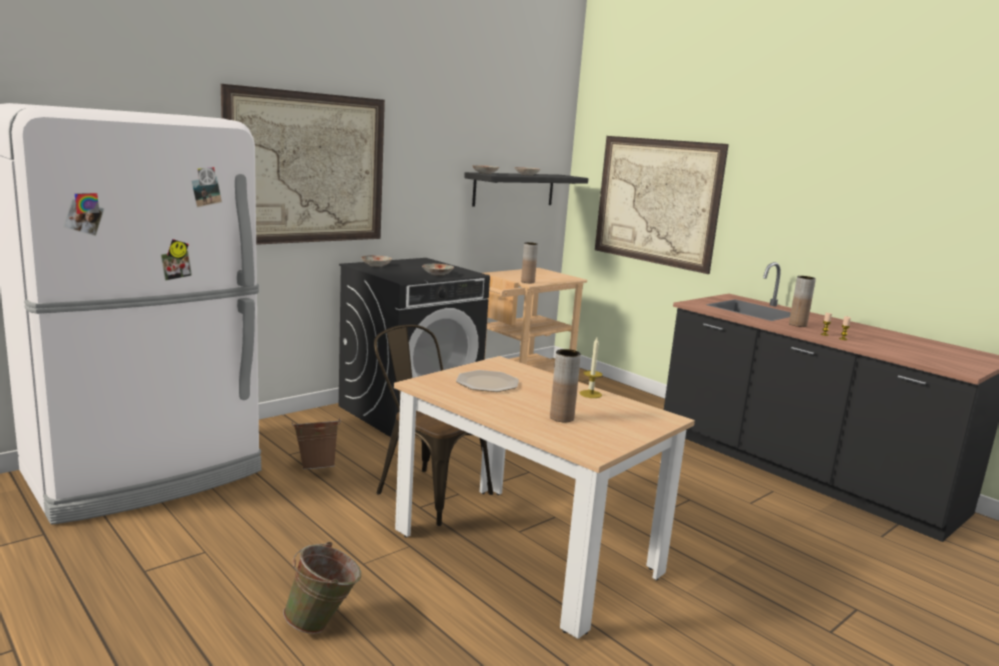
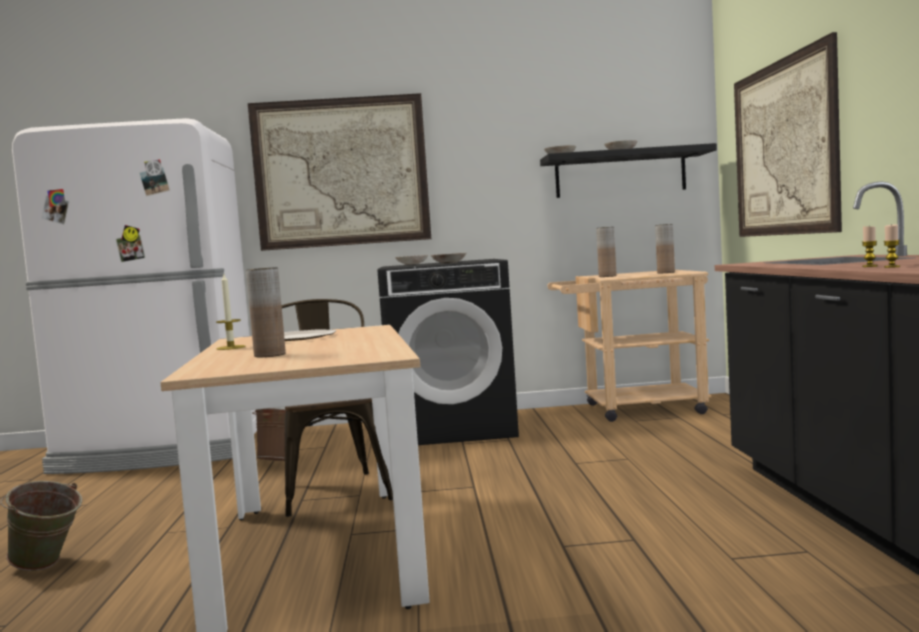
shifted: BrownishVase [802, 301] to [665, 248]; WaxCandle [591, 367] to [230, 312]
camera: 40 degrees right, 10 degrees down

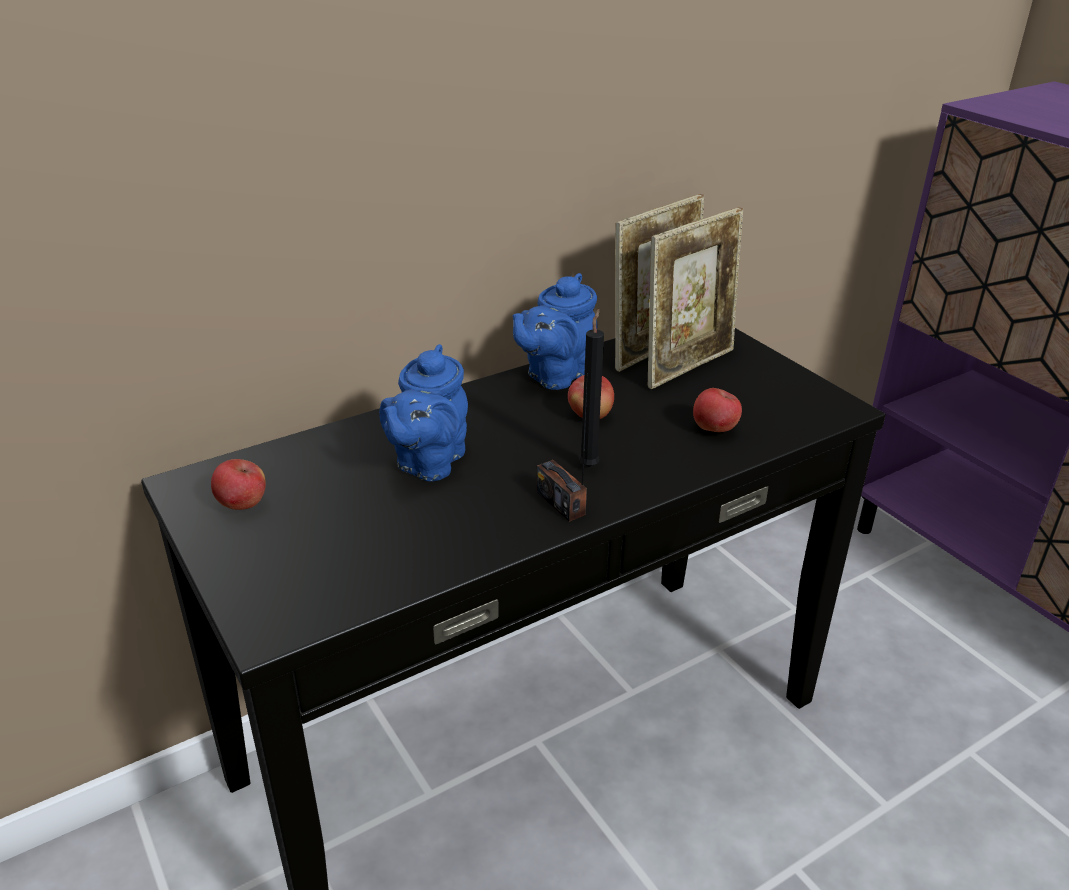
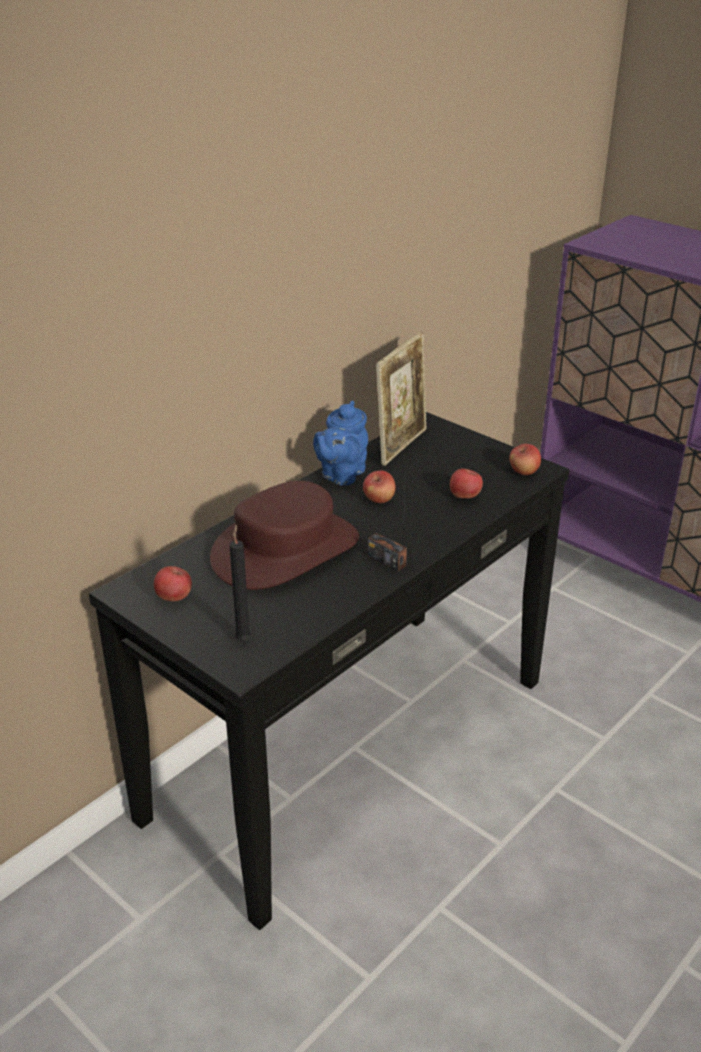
gone: StandingFrame [695, 298]
new: Apple [525, 459]
shifted: BlackWaxCandle [591, 388] to [240, 583]
swapped: BluishTeapot [423, 412] to BrownishClothingHat [284, 535]
camera: 15 degrees left, 0 degrees up

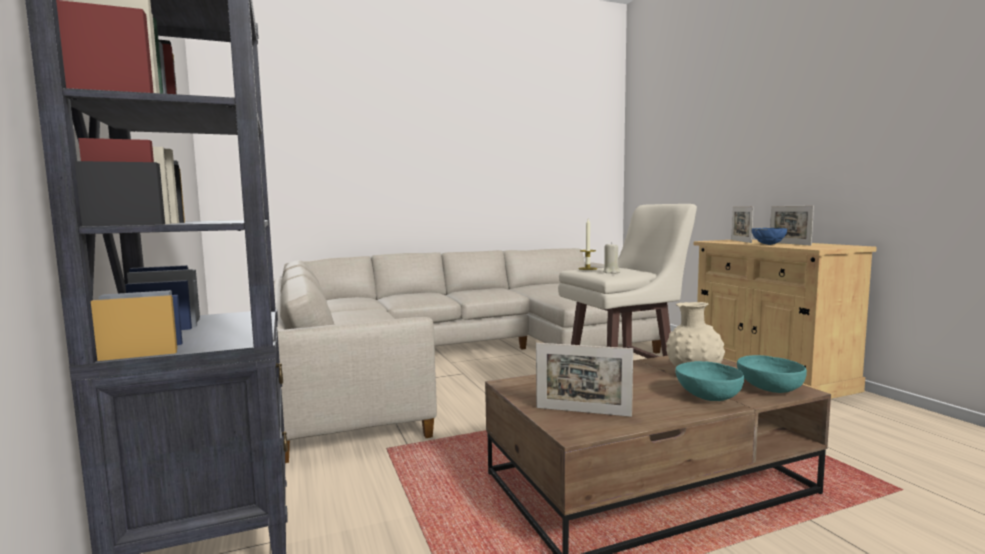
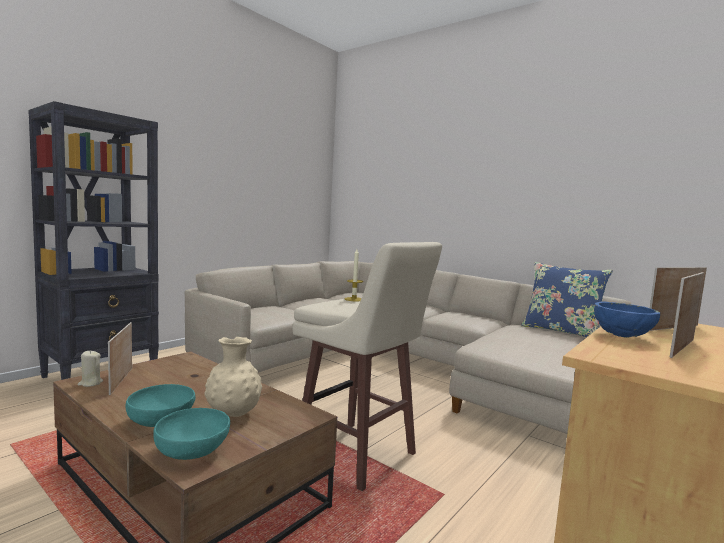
new: BluishCushion [567, 299]
shifted: SandColouredWaxCandle [611, 258] to [90, 368]
camera: 60 degrees right, 0 degrees up

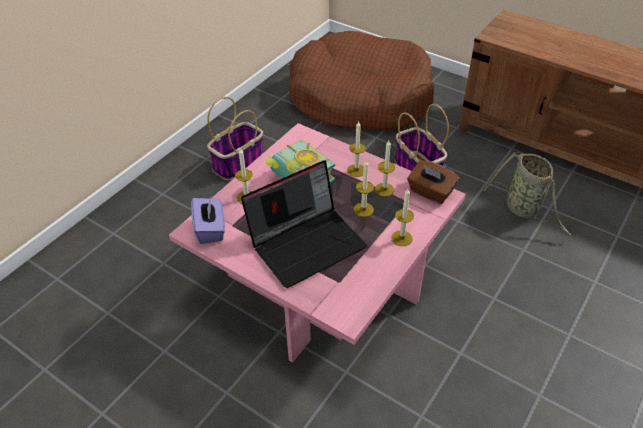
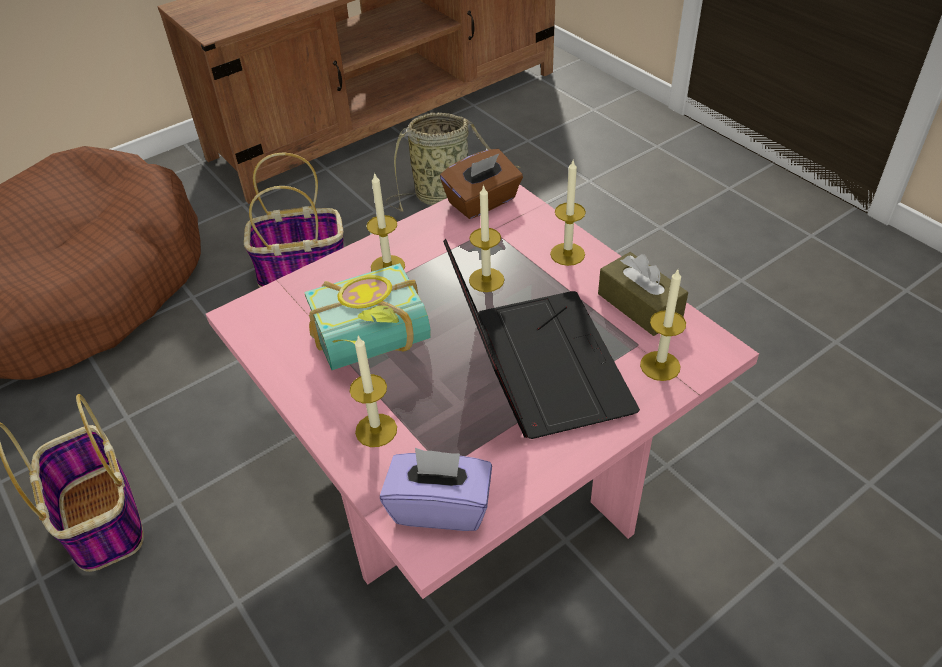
new: BrownishBoxOfTissues [643, 294]
shifted: WaxCandle [385, 168] to [663, 324]
camera: 70 degrees left, 0 degrees up

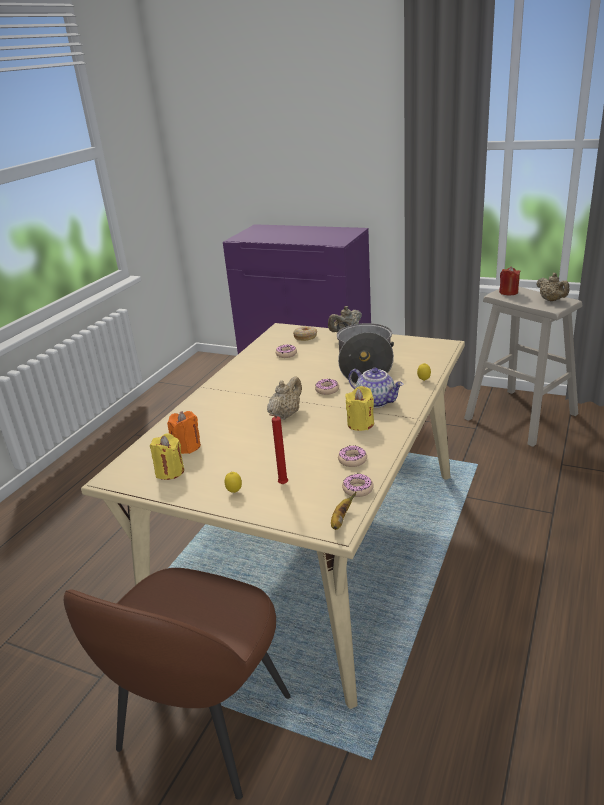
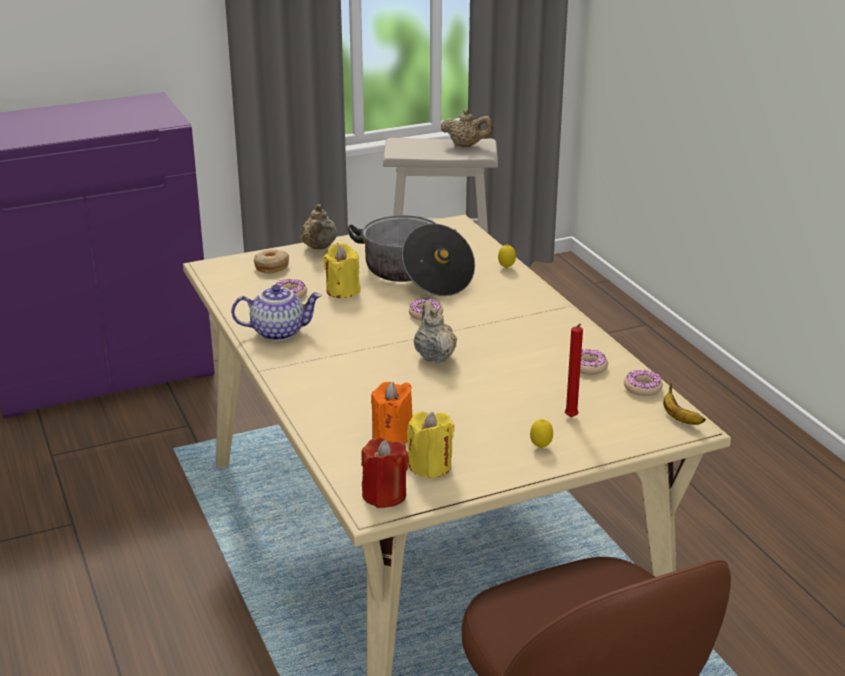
shifted: RedColouredWaxCandle [510, 280] to [385, 473]; Teapot [375, 388] to [276, 313]; YellowishWaxCandle [359, 408] to [341, 270]
camera: 50 degrees left, 0 degrees up

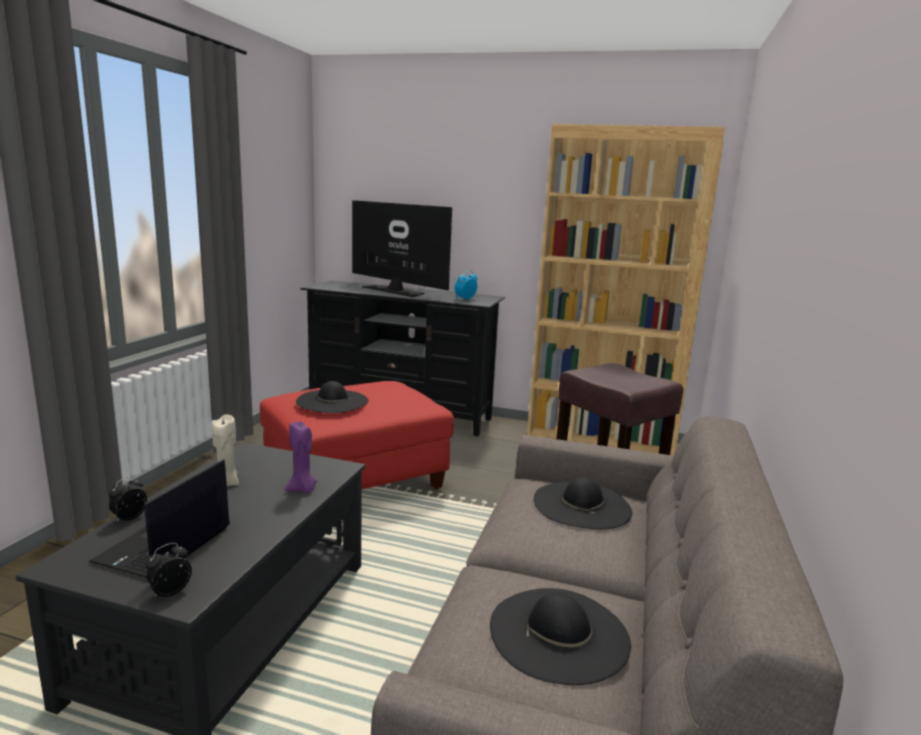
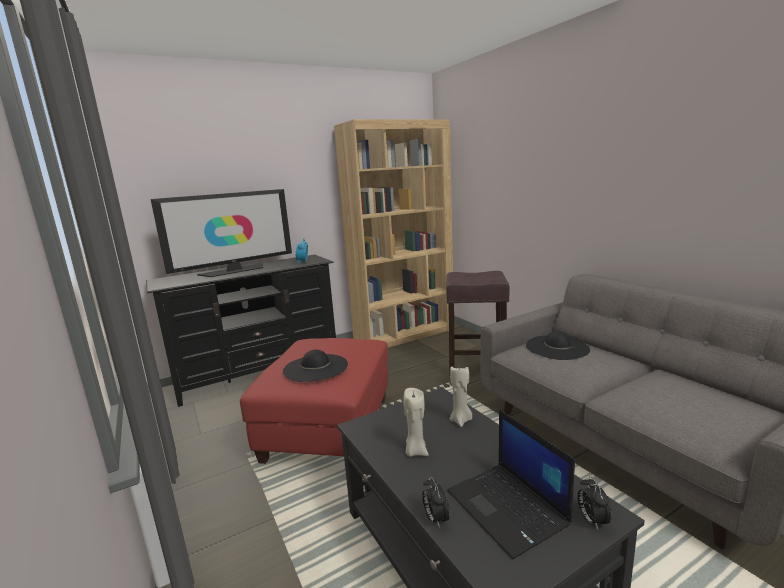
gone: BlackClothingHat [560, 636]
repainted: PurplishWaxCandle [301, 456] to SandColouredWaxCandle [461, 396]
rotated: TvSet [402, 248] = [221, 233] 150 degrees clockwise
camera: 45 degrees left, 0 degrees up

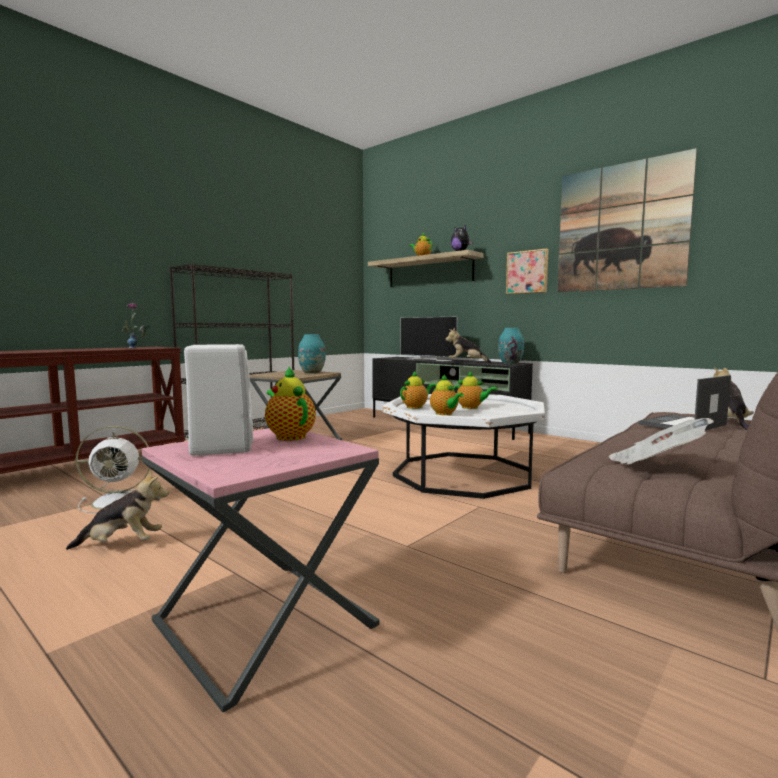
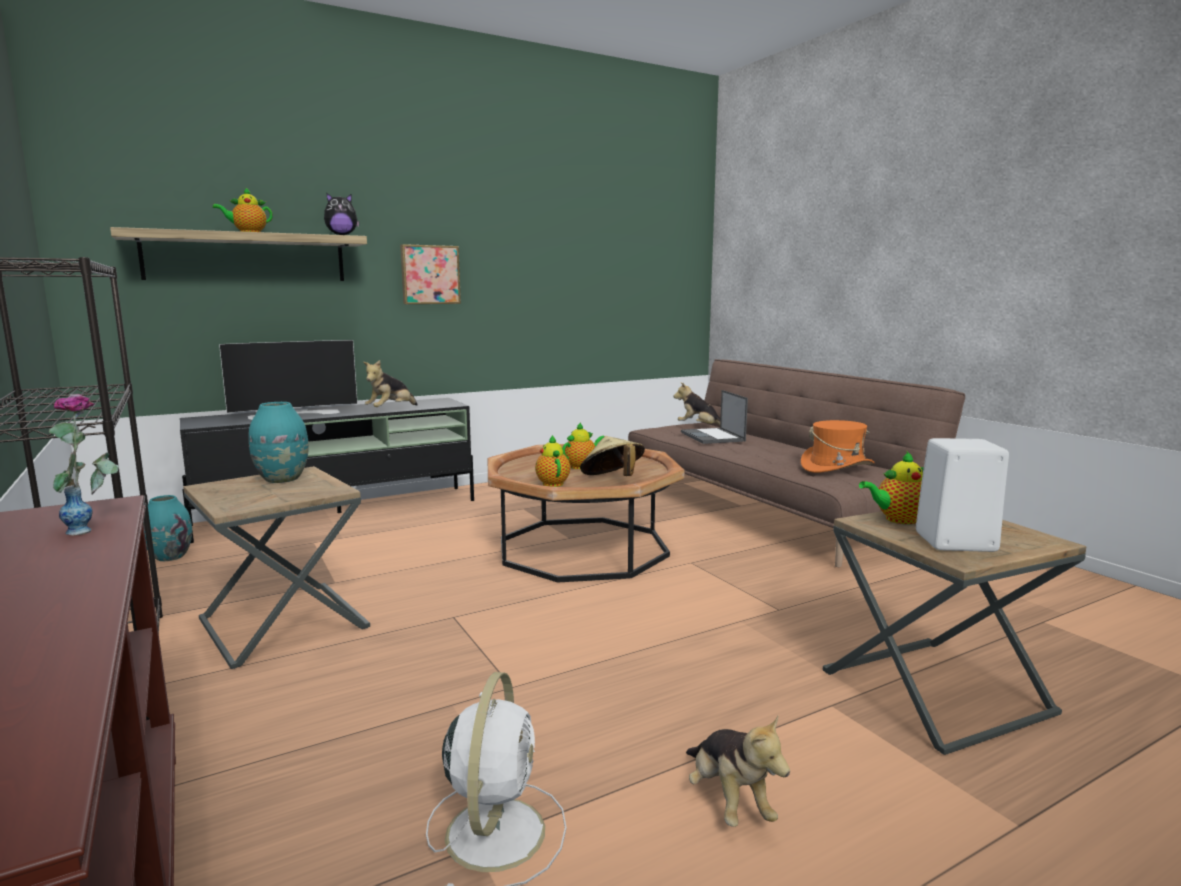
gone: WallArt [627, 220]
shifted: TurquoiseVase [511, 346] to [167, 528]
swapped: Teapot [447, 395] to SandColouredClothingHat [612, 456]; PrintedPaper [661, 441] to OrangeClothingHat [838, 446]
repainted: WhiteColouredLoungeTable [464, 446] to BrownishLoungeTable [586, 513]; PinkColouredSideTable [261, 570] to BrownishSideTable [954, 633]
rotated: SoftToy [117, 510] = [738, 771] 150 degrees clockwise
camera: 70 degrees left, 5 degrees up

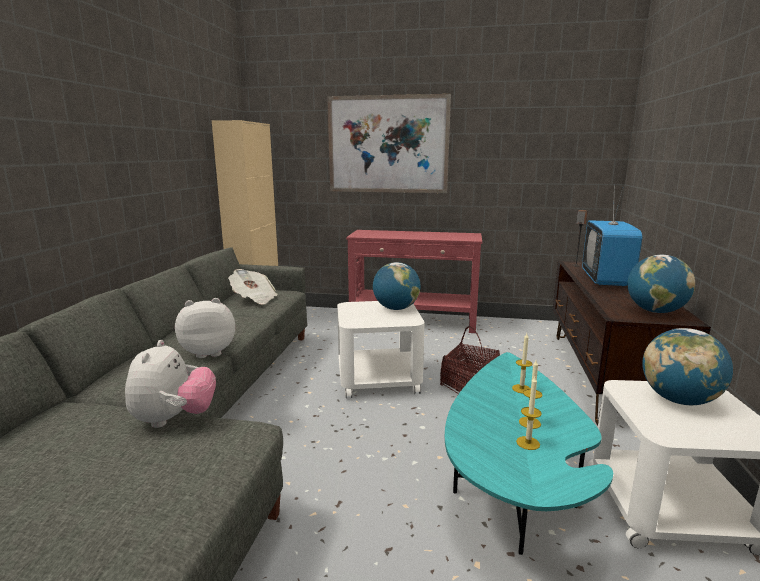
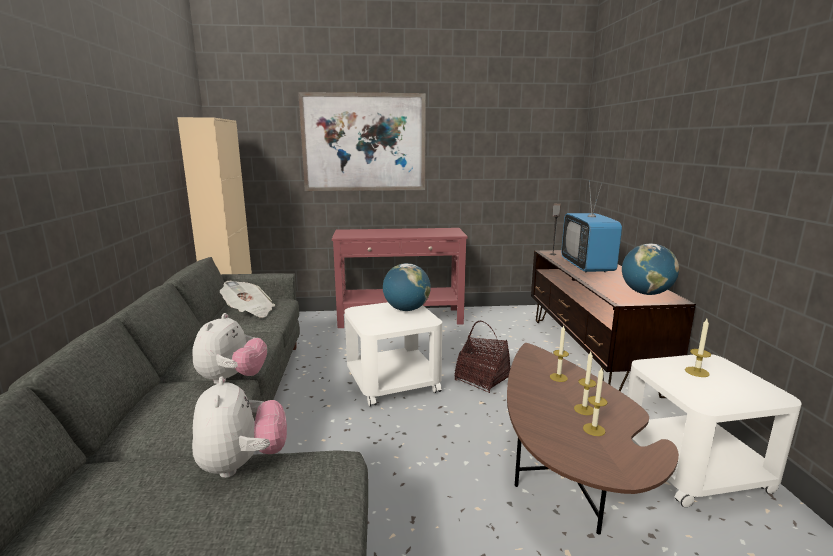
swapped: DeskGlobe [687, 366] to WaxCandle [698, 348]
repainted: TurquoiseLoungeTable [529, 453] to BrownishLoungeTable [593, 439]
rotated: SoftToy [205, 328] = [229, 348] 135 degrees clockwise
camera: 15 degrees left, 0 degrees up

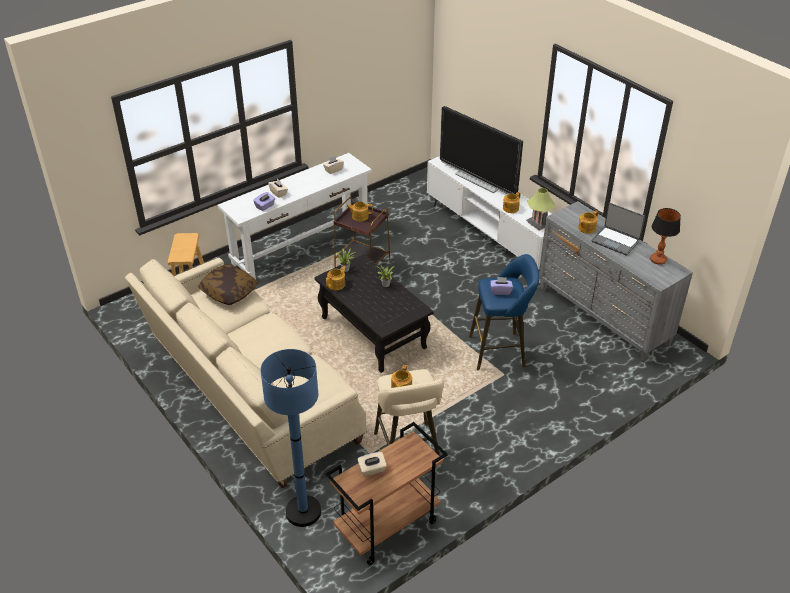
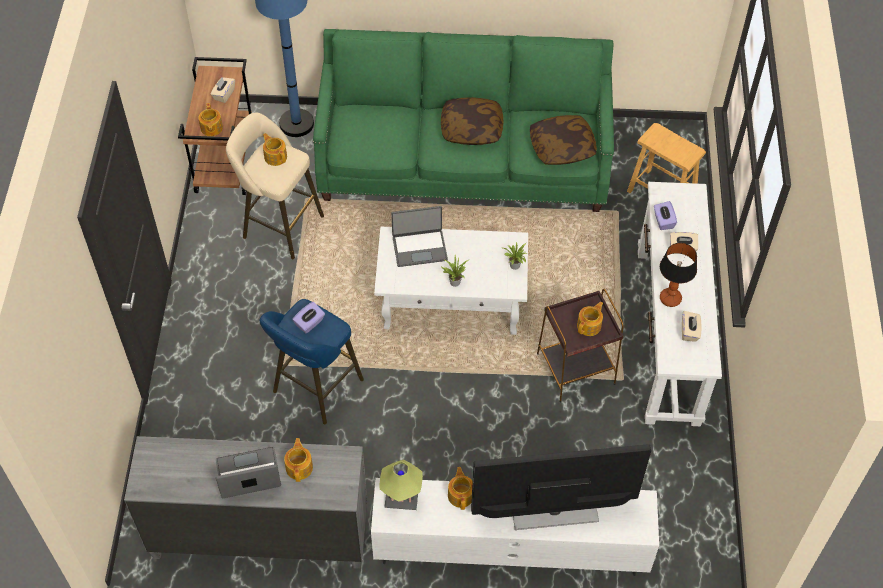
new: Cushion [472, 121]; PortableComputer [419, 236]
shifted: TabletopLamp [665, 236] to [678, 275]; Teapot [336, 278] to [210, 119]
repainted: BlackLoungeTable [374, 313] to WhiteColouredLoungeTable [451, 281]; SandColouredCouch [246, 373] to GreenColouredCouch [463, 120]
camera: 130 degrees right, 15 degrees up

